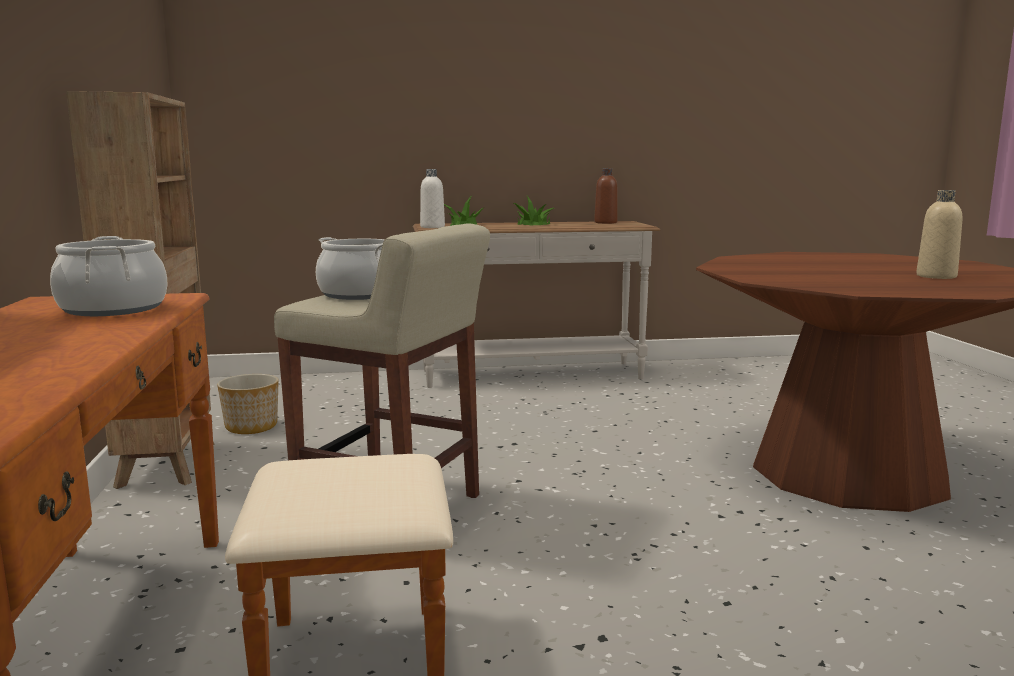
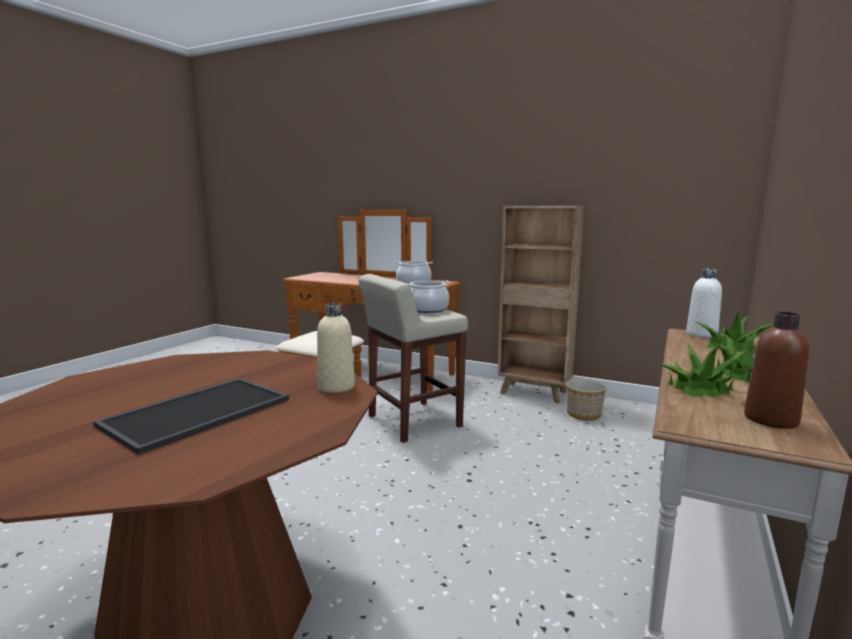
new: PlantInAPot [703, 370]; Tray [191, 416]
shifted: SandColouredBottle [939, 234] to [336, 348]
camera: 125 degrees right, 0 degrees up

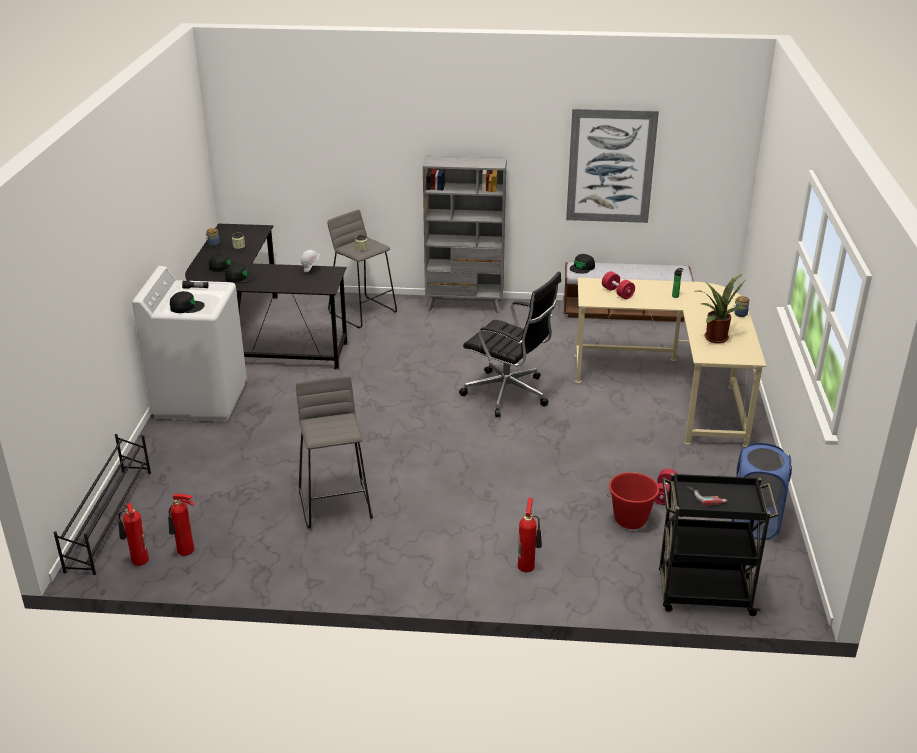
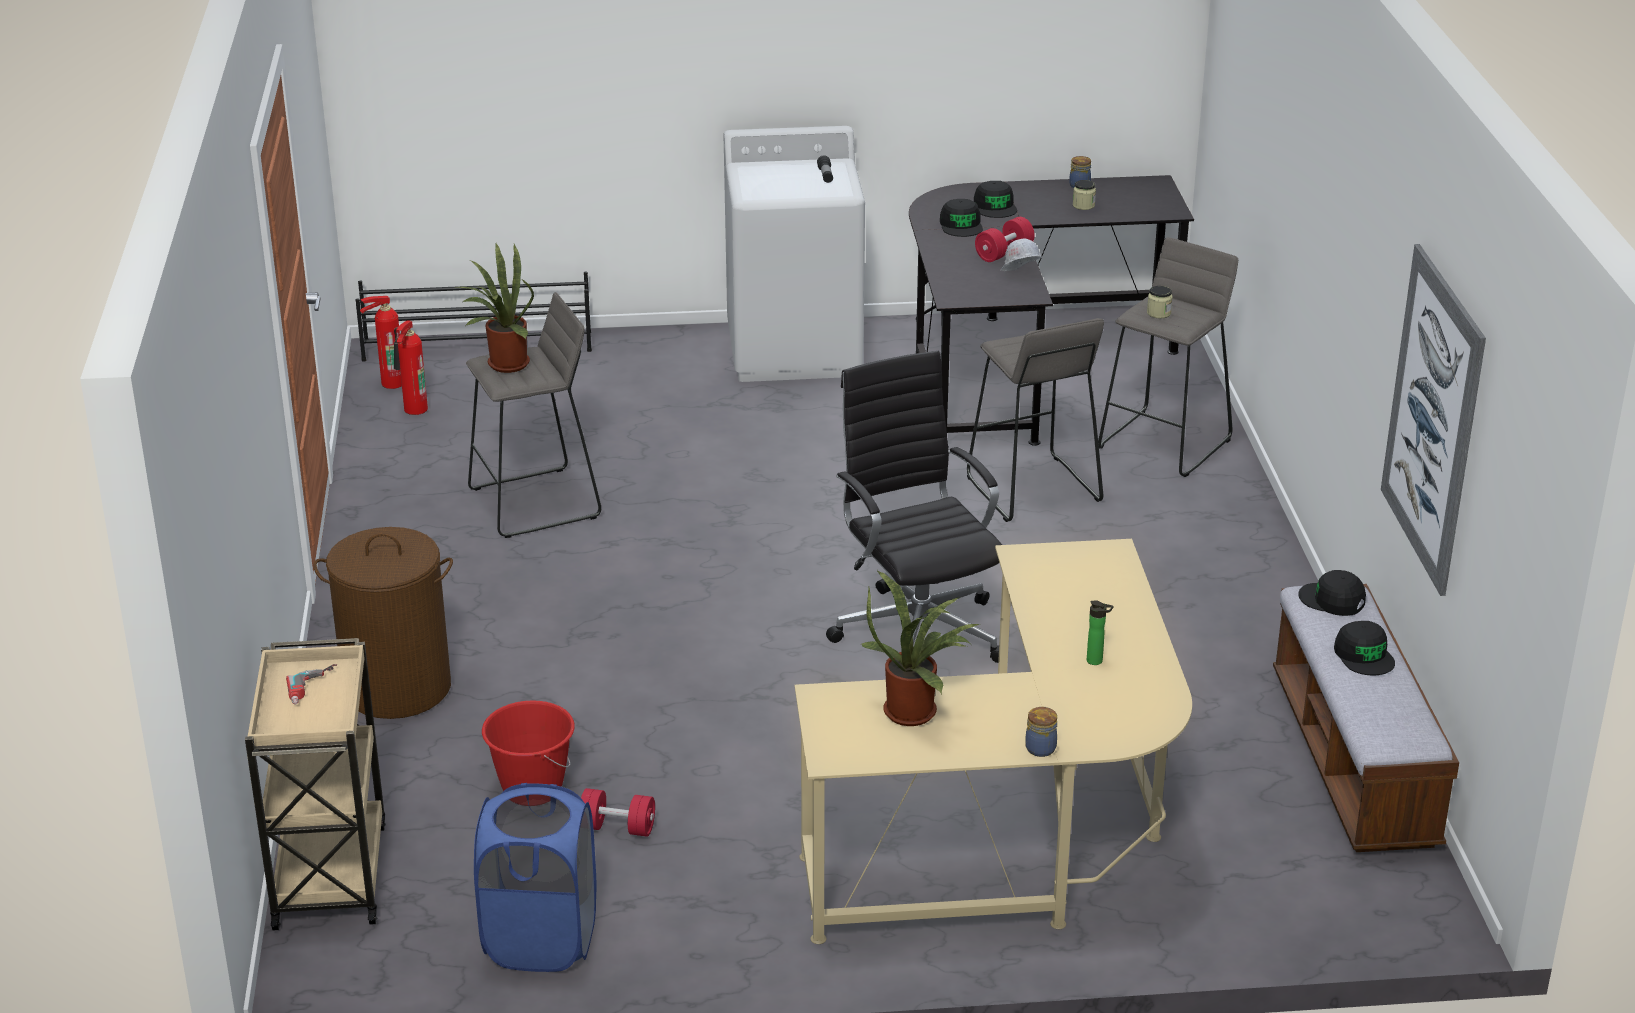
gone: GreyishBookshelf [465, 234]
new: PlantInAPot [495, 308]; GreyishSittingStool [1035, 420]
shifted: RedColouredHandWeight [618, 285] to [1005, 239]; BlackBaseballCap [187, 302] to [1364, 648]
swapped: Extinguisher [530, 535] to BrownishHamper [383, 623]
repainted: BlackCart [718, 544] to SandColouredCart [315, 784]
rotated: BlackDeskChair [510, 344] = [914, 507] 135 degrees clockwise
camera: 80 degrees right, 0 degrees up

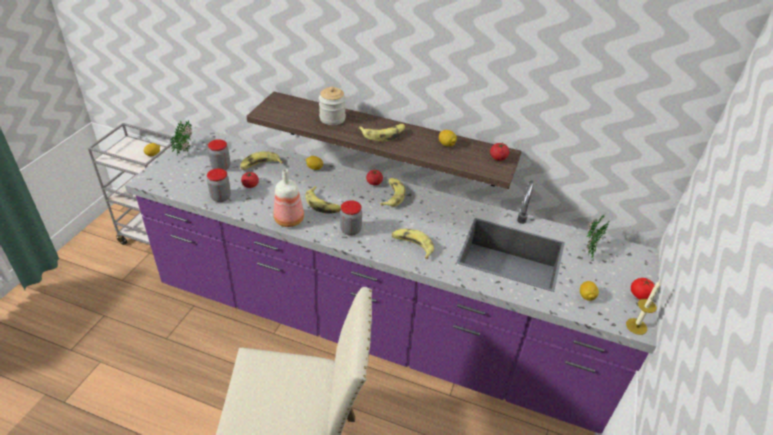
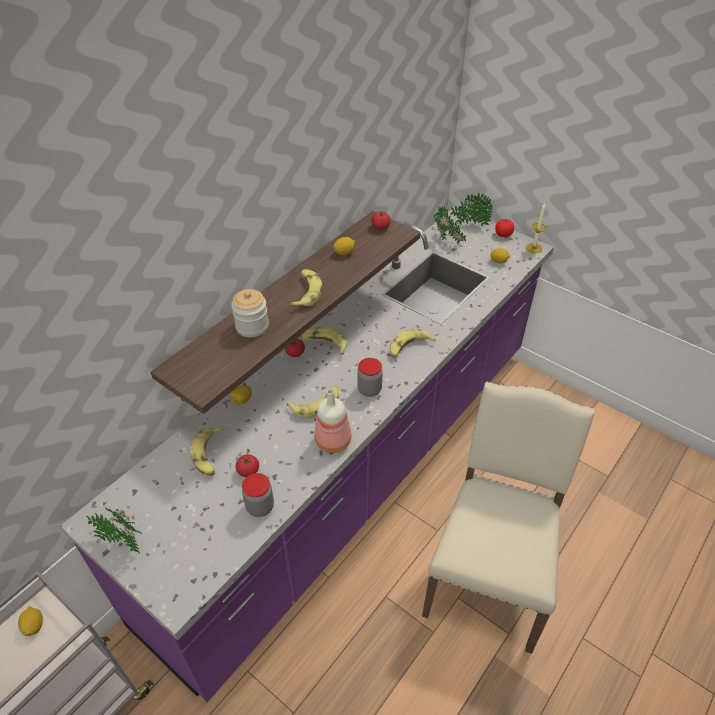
gone: StorageJar [219, 154]
new: PlantInAPot [471, 209]
camera: 70 degrees left, 5 degrees up

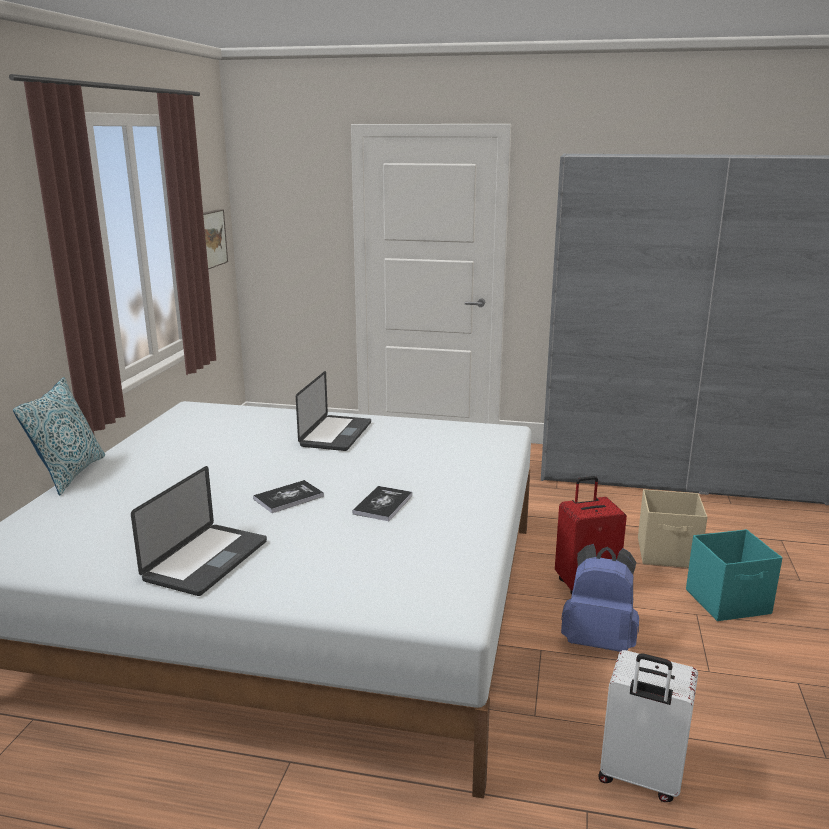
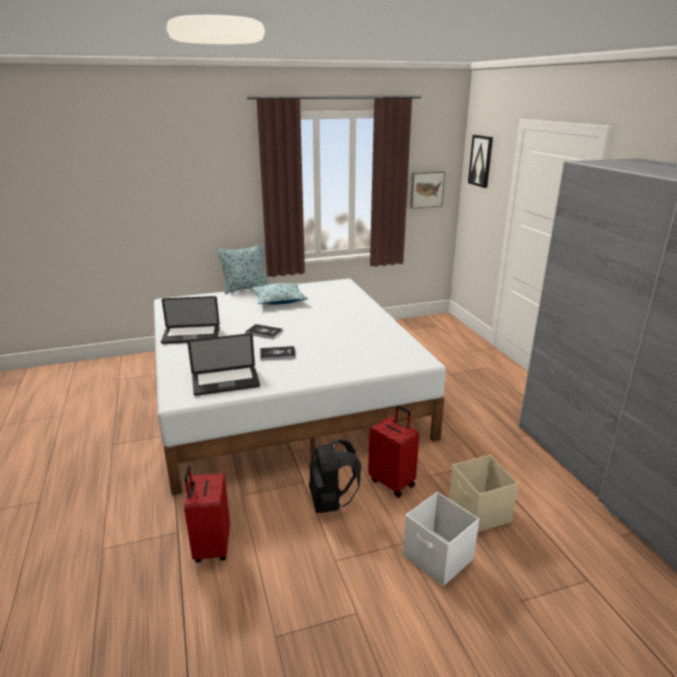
new: WallArt [480, 161]; Cushion [280, 294]
shifted: PortableComputer [333, 411] to [223, 364]
repainted: TurquoiseStorageContainer [734, 575] to WhiteColouredStorageContainer [441, 539]; BluishBackpack [600, 598] to BlackBackpack [335, 476]; WhiteColouredPieceOfLuggage [648, 726] to RedColouredPieceOfLuggage [207, 514]
camera: 60 degrees right, 5 degrees up

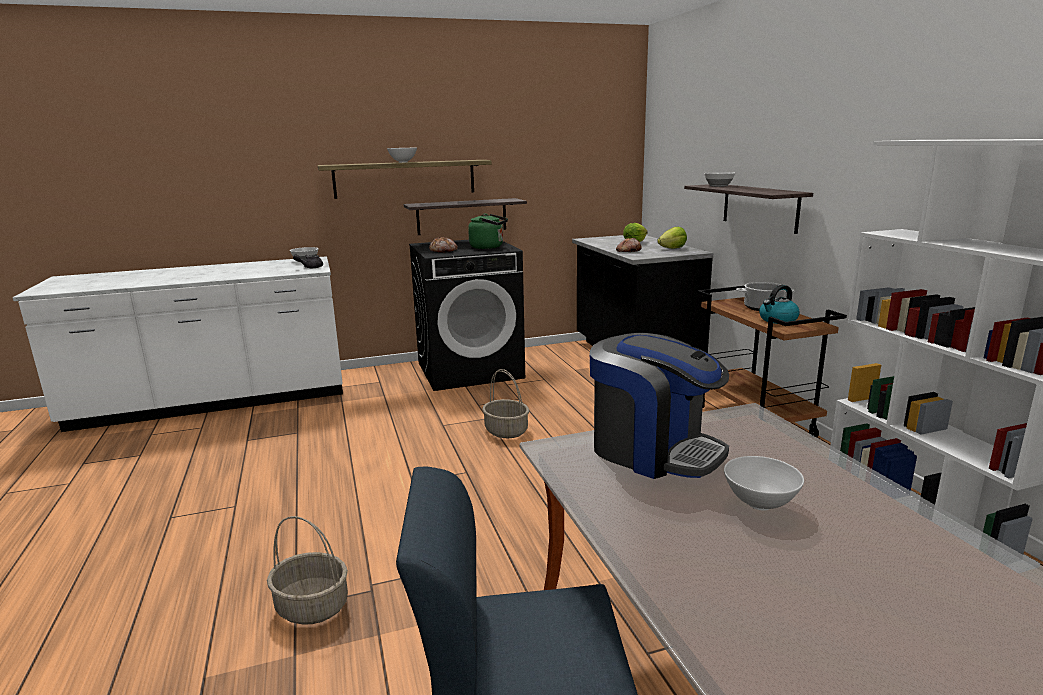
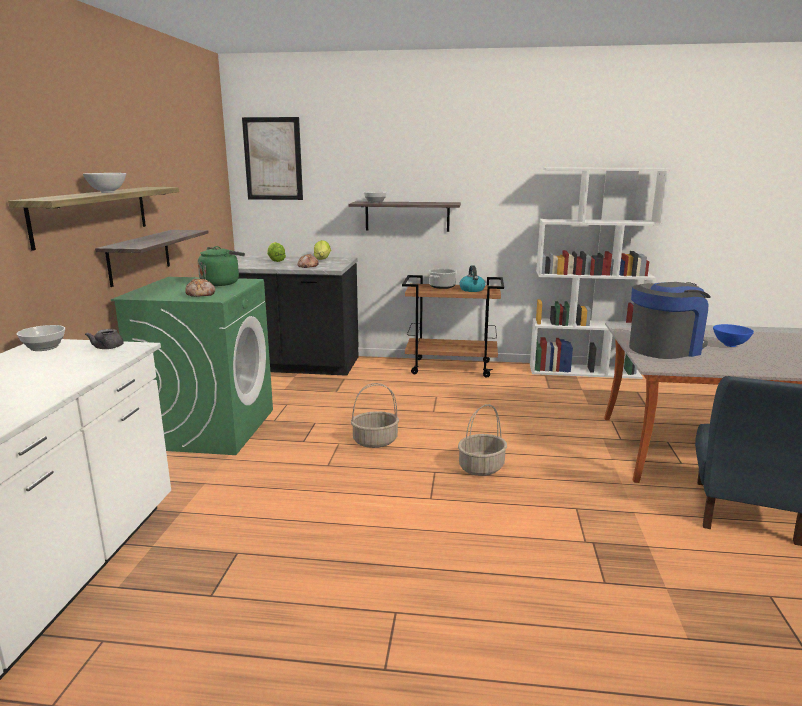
new: WallArt [272, 158]
shifted: Basket [307, 570] to [482, 440]
repainted: BlackLaundryAppliance [467, 315] to GreenColouredLaundryAppliance [192, 366]; WhiteColouredBowl [764, 483] to BluishBowl [733, 335]
camera: 65 degrees left, 0 degrees up

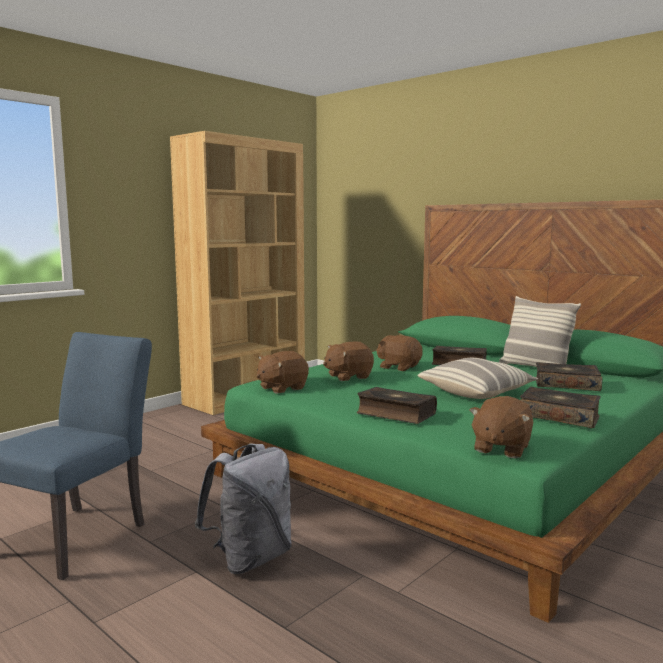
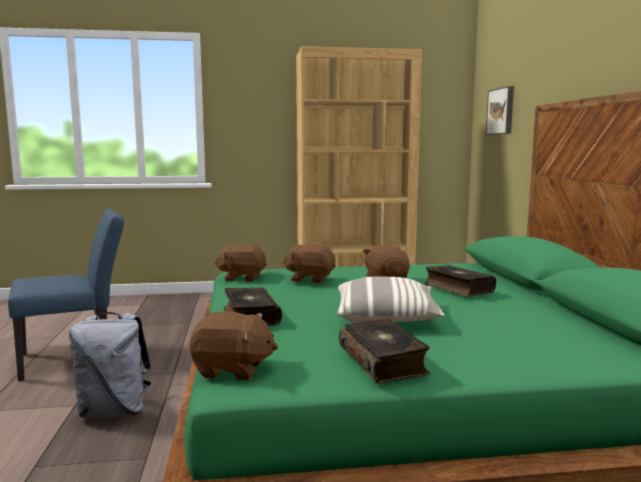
gone: Cushion [540, 331]; Volume [569, 376]
new: WallArt [500, 110]
rotated: BrownishSoftToy [501, 427] = [233, 345] 150 degrees counterclockwise
camera: 40 degrees right, 0 degrees up

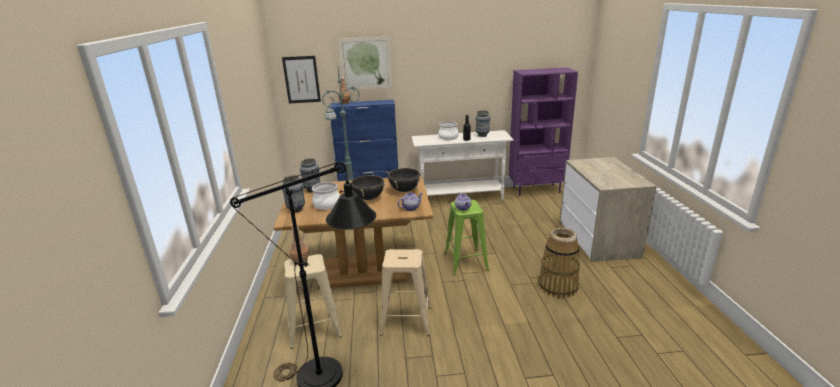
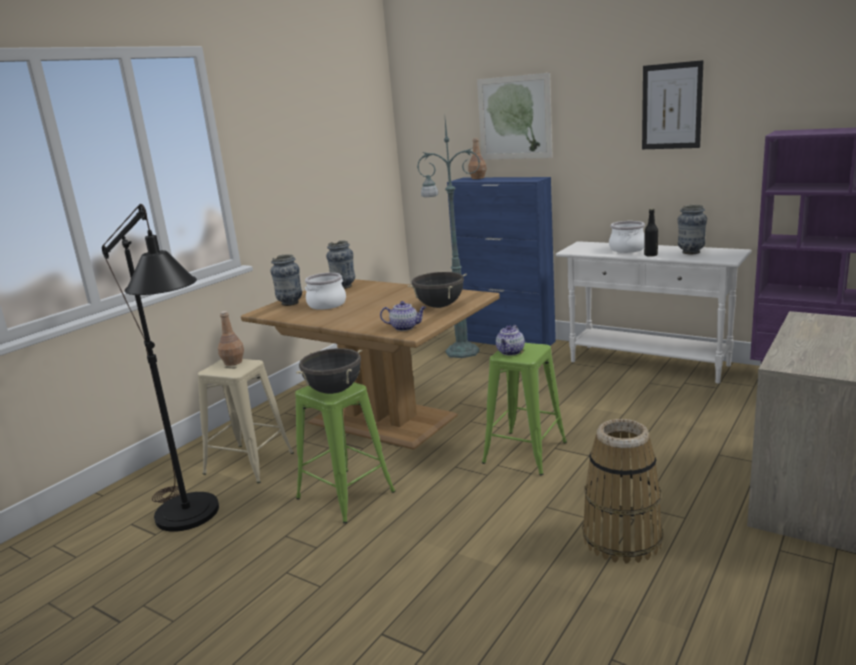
shifted: WallArt [301, 79] to [672, 104]; BlackStockpot [368, 187] to [329, 371]
repainted: SandColouredSittingStool [405, 292] to GreenColouredSittingStool [345, 452]
camera: 40 degrees right, 5 degrees down

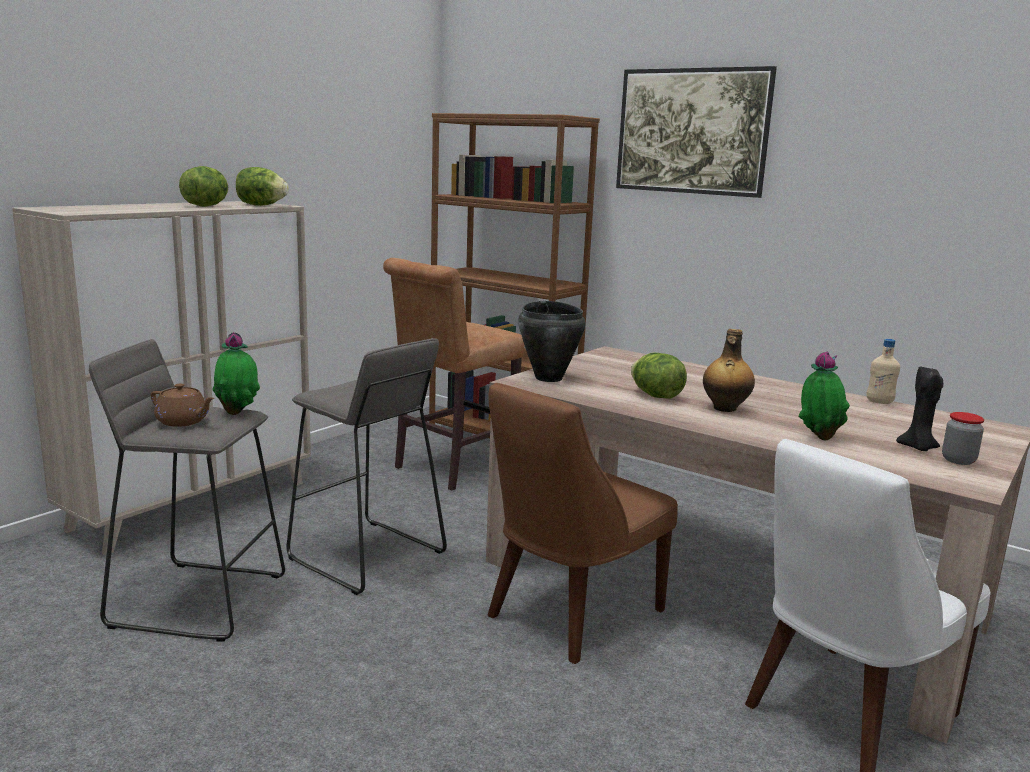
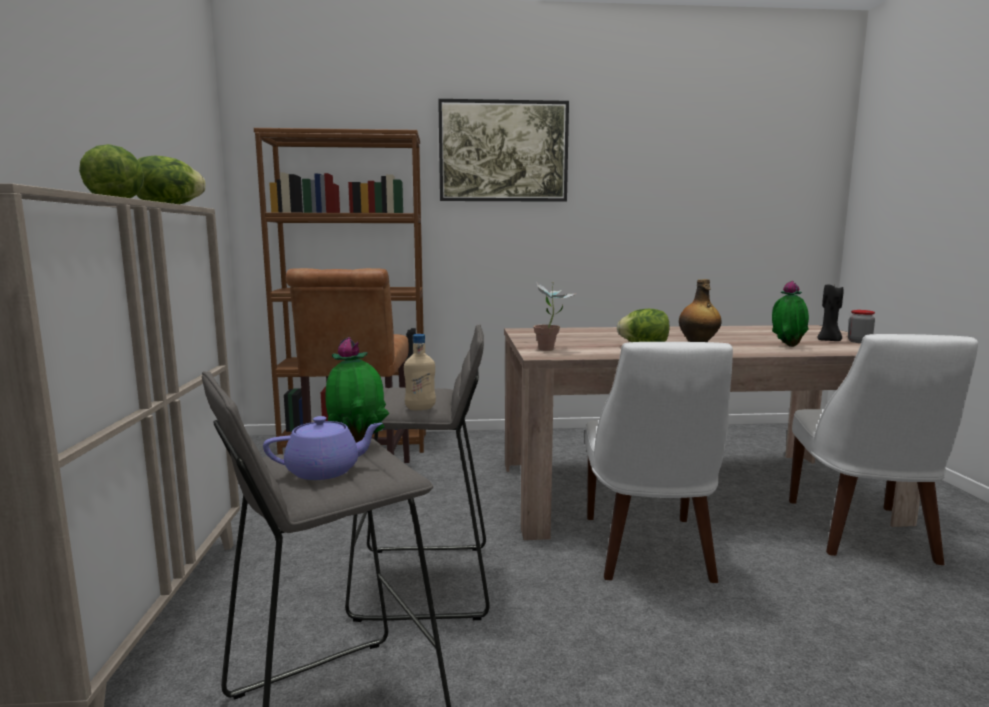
shifted: SandColouredBottle [883, 371] to [420, 372]
swapped: BlackStockpot [552, 341] to PlantInAPot [555, 316]
repainted: BrownishChair [583, 523] to WhiteColouredChair [659, 462]; BrownishTeapot [182, 405] to PurplishTeapot [323, 448]
camera: 40 degrees left, 5 degrees down

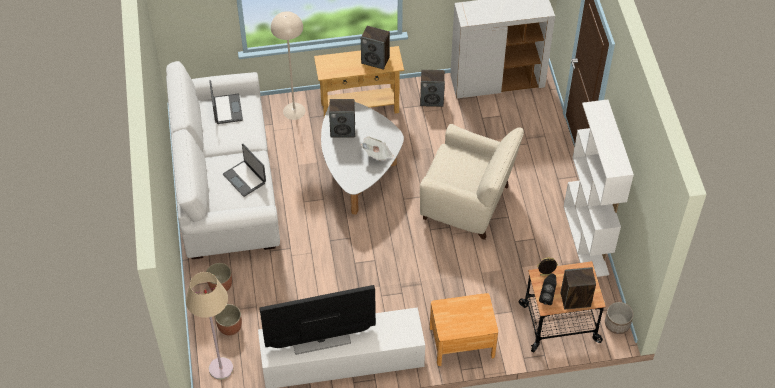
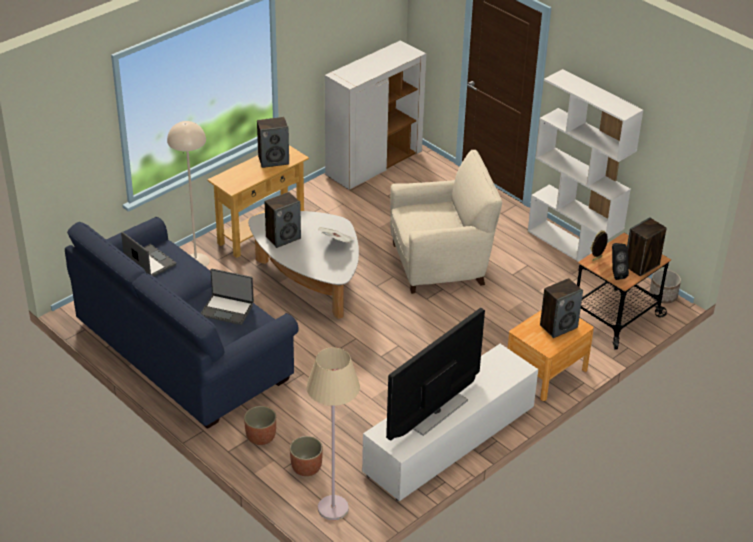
shifted: Loudspeaker [432, 88] to [561, 308]
repainted: WhiteColouredCouch [223, 160] to BluishCouch [182, 323]
camera: 35 degrees left, 15 degrees down

